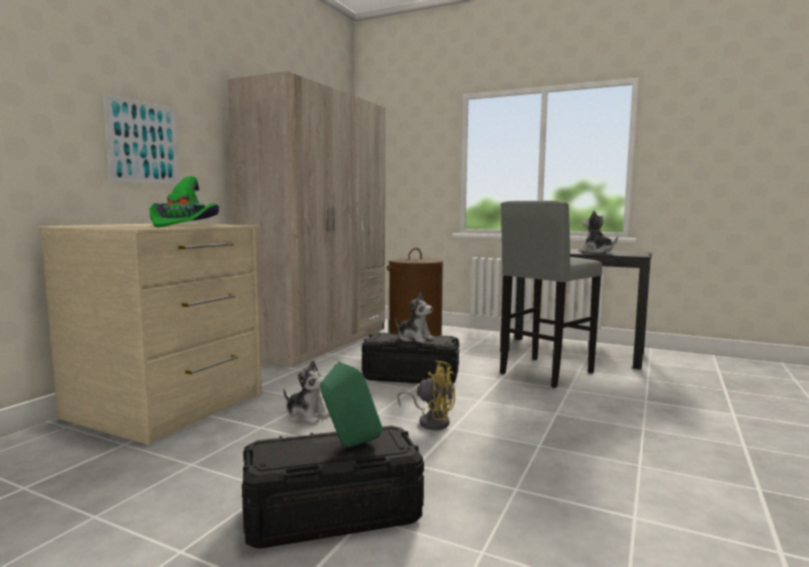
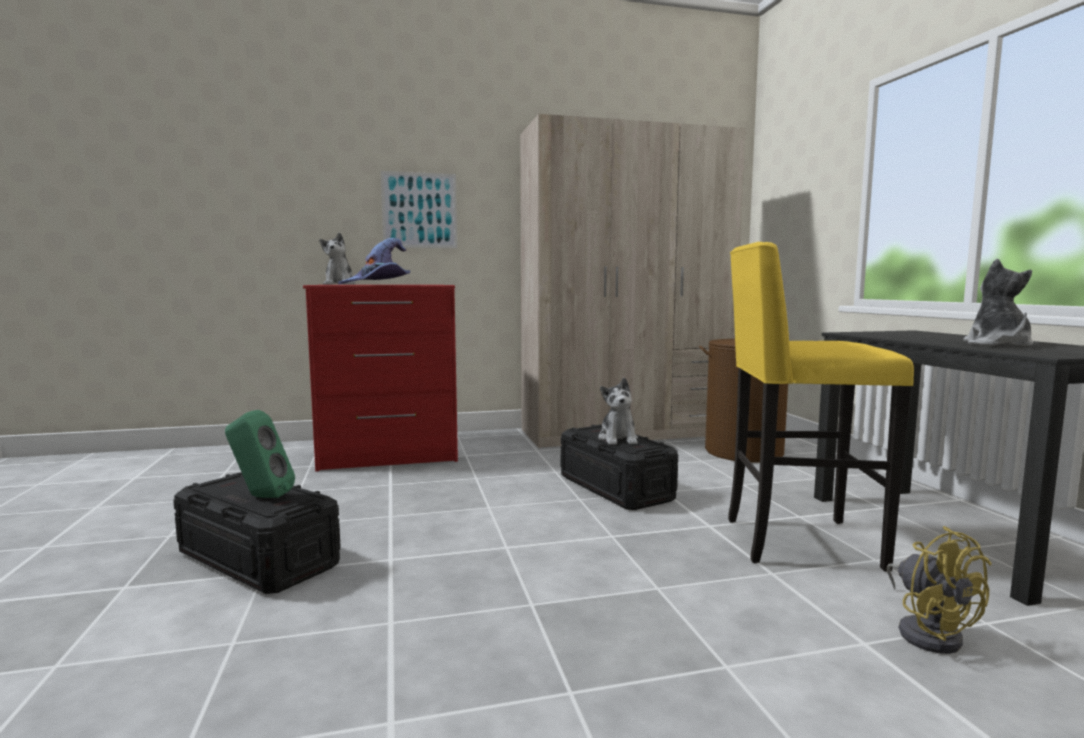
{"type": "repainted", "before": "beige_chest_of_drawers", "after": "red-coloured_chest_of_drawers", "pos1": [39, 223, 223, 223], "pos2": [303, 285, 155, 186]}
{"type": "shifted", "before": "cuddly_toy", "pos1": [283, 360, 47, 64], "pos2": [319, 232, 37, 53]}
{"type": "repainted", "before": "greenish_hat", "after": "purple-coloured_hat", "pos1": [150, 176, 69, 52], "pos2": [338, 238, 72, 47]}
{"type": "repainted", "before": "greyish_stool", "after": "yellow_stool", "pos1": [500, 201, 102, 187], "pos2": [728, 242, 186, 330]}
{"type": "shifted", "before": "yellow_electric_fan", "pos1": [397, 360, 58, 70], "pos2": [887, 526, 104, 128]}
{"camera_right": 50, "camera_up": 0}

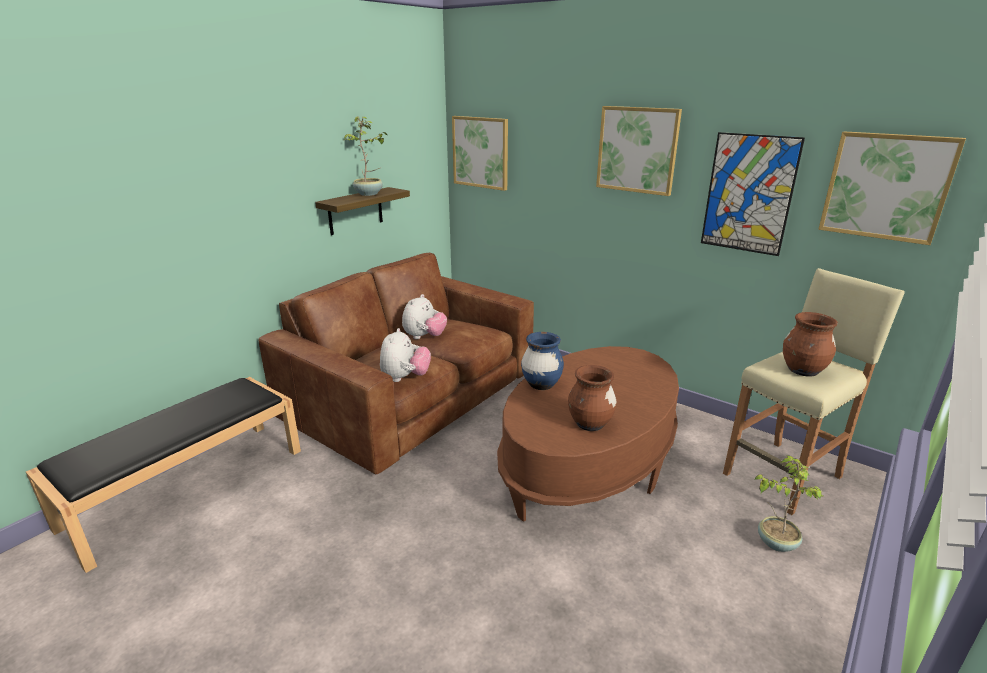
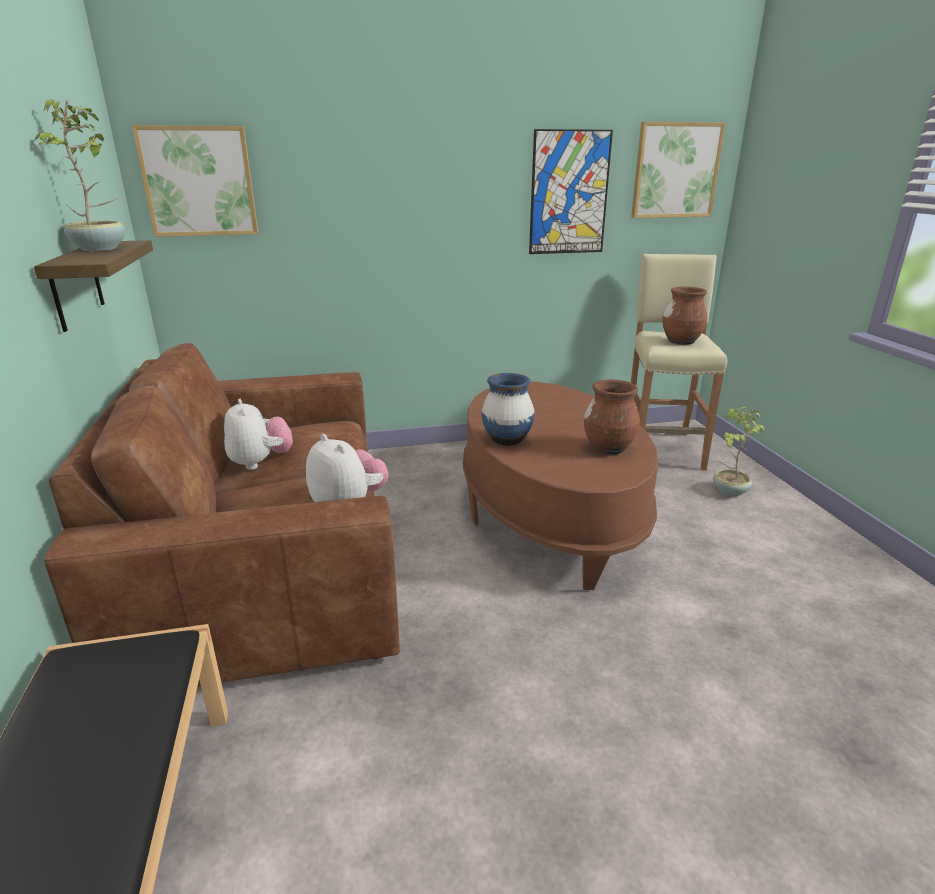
{"type": "gone", "before": "wall_art", "pos1": [596, 106, 86, 90]}
{"camera_right": -50, "camera_up": 0}

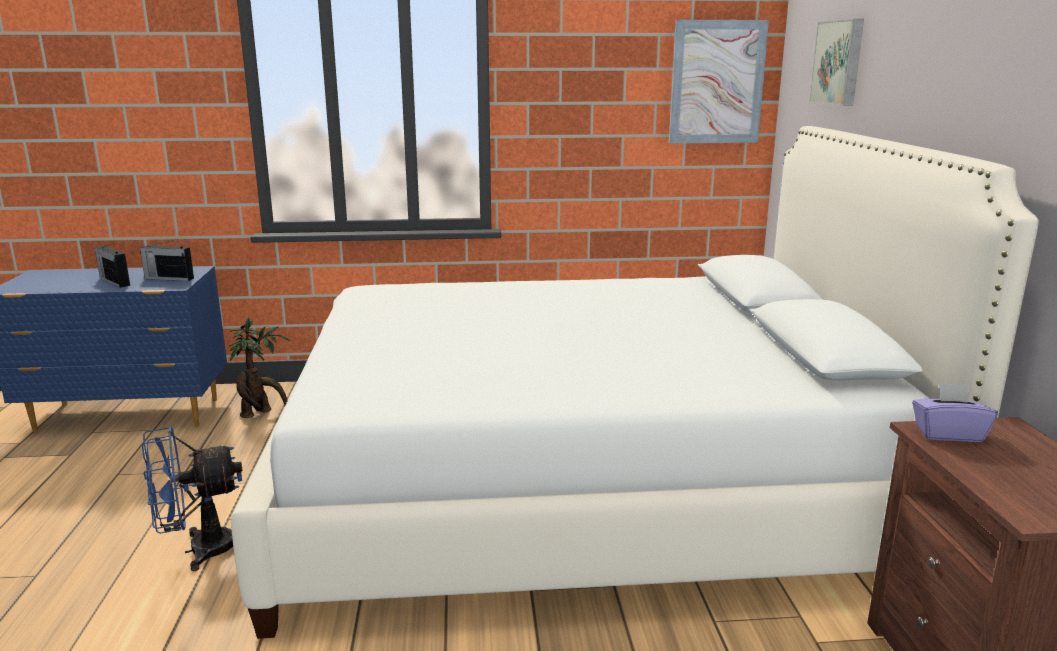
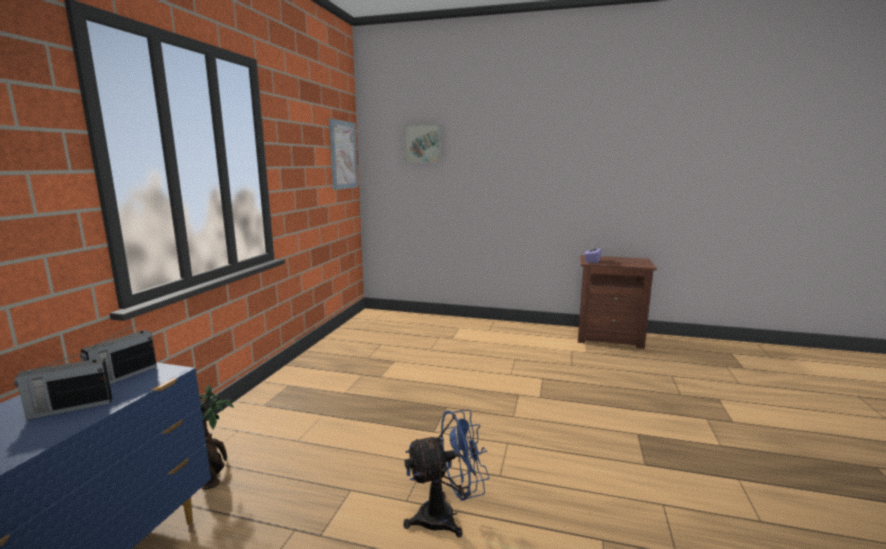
{"type": "rotated", "before": "bluish_electric_fan", "pos1": [142, 427, 101, 144], "pos2": [403, 409, 87, 129], "turn": -105}
{"type": "gone", "before": "white_bedroom_bed", "pos1": [231, 126, 808, 513]}
{"camera_right": -70, "camera_up": -5}

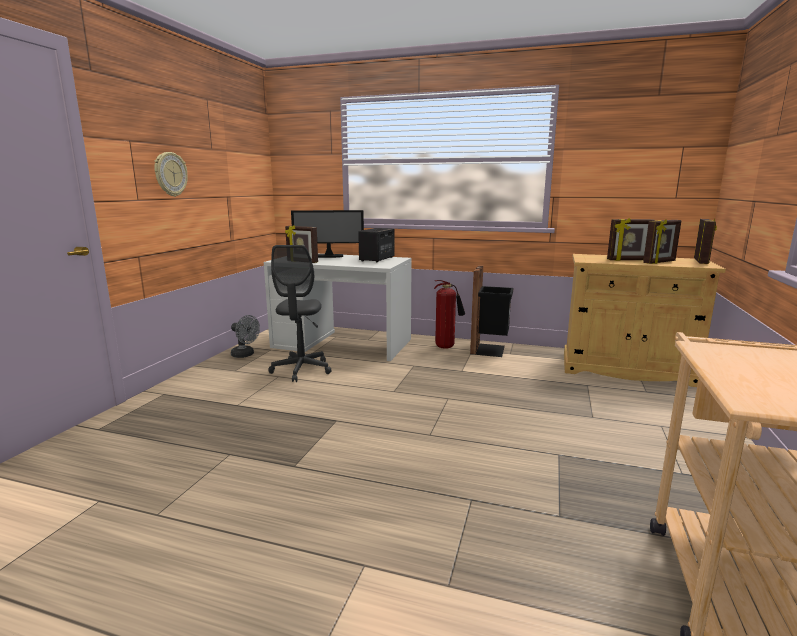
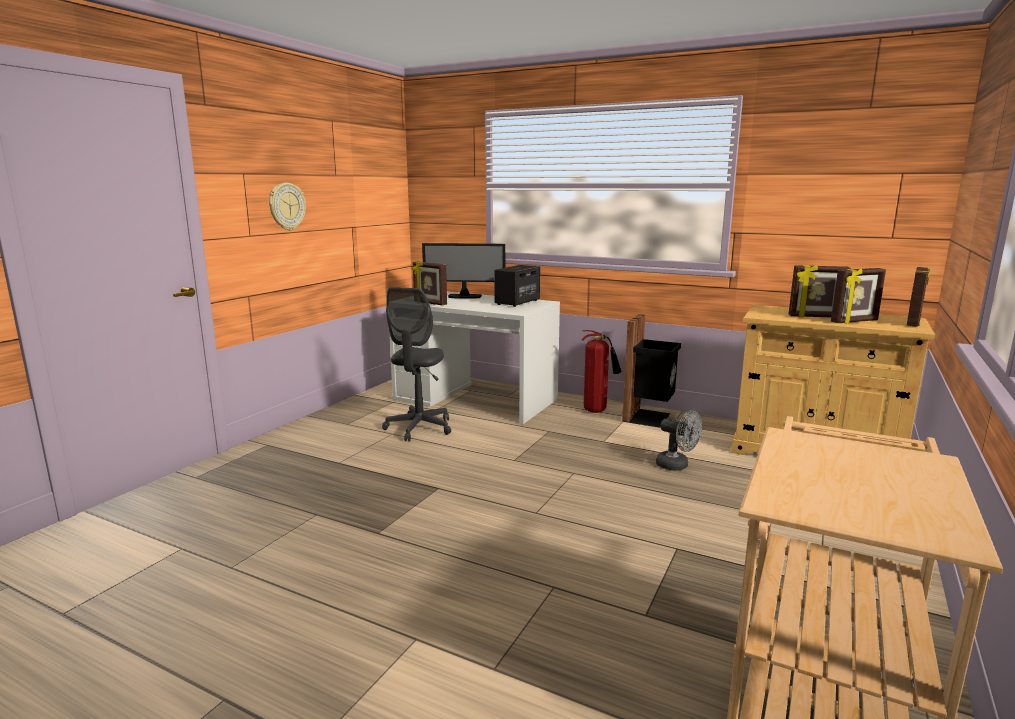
{"type": "shifted", "before": "greyish_electric_fan", "pos1": [231, 315, 29, 43], "pos2": [656, 411, 46, 60]}
{"camera_right": 10, "camera_up": 0}

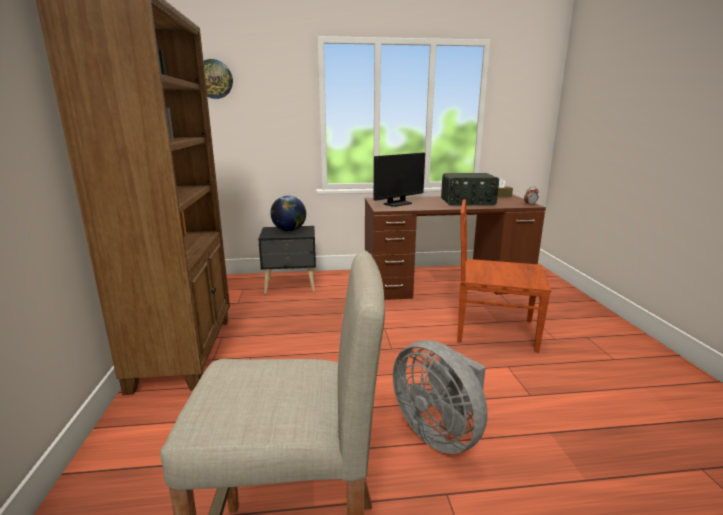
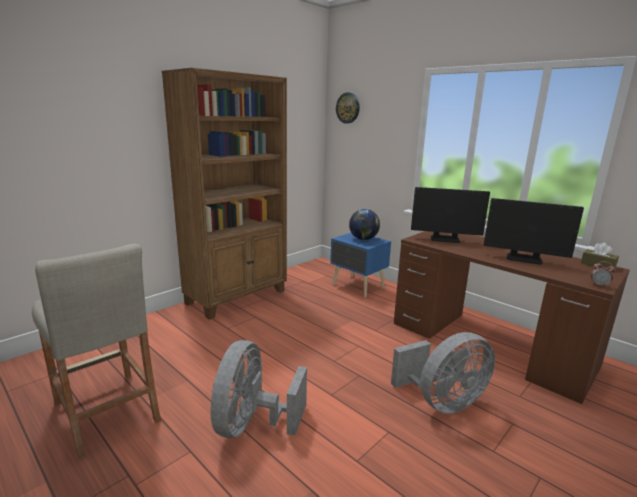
{"type": "repainted", "before": "blackish_night_table", "after": "bluish_night_table", "pos1": [258, 226, 58, 68], "pos2": [330, 233, 61, 65]}
{"type": "swapped", "before": "brown-coloured_plain_chair", "after": "greyish_electric_fan", "pos1": [457, 199, 95, 153], "pos2": [391, 332, 104, 82]}
{"type": "swapped", "before": "radio_set", "after": "computer_display", "pos1": [441, 173, 58, 33], "pos2": [484, 198, 100, 67]}
{"camera_right": 50, "camera_up": 0}

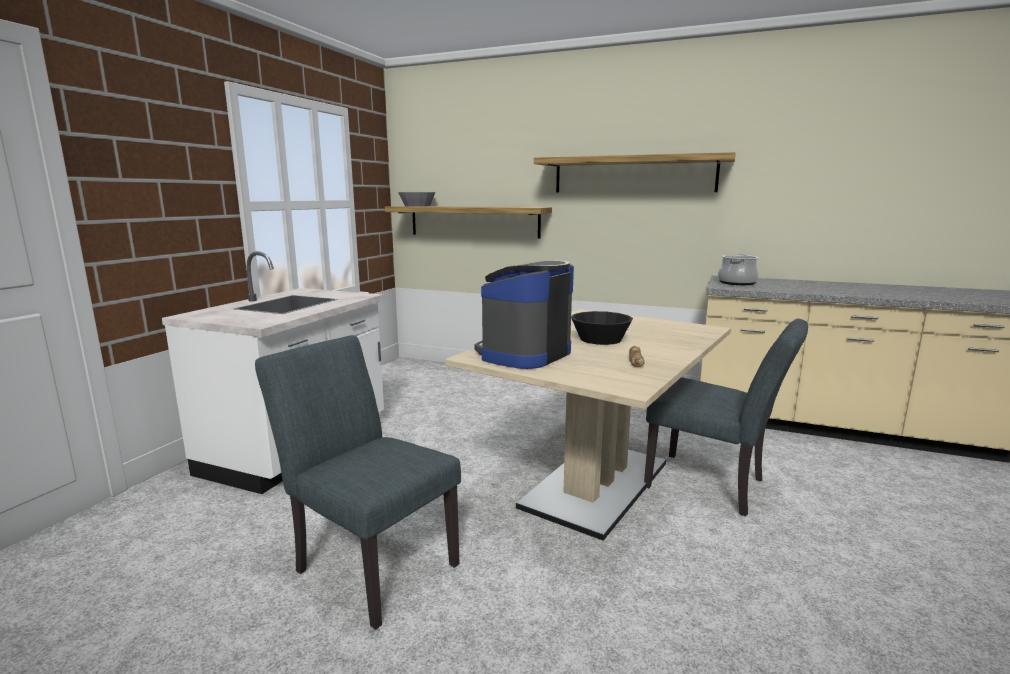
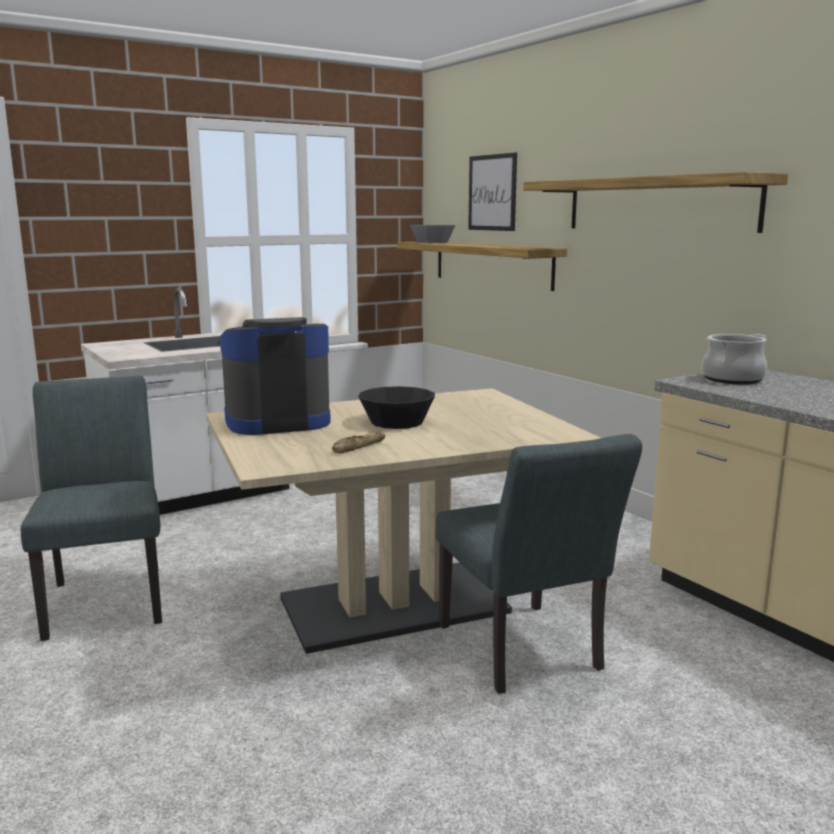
{"type": "new", "after": "wall_art", "pos2": [468, 153, 49, 78]}
{"camera_right": 35, "camera_up": 0}

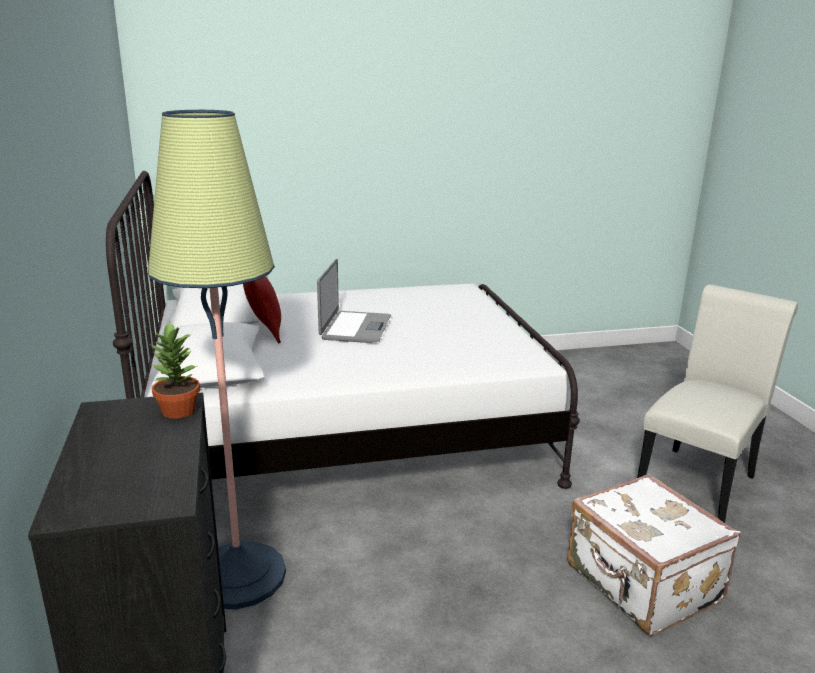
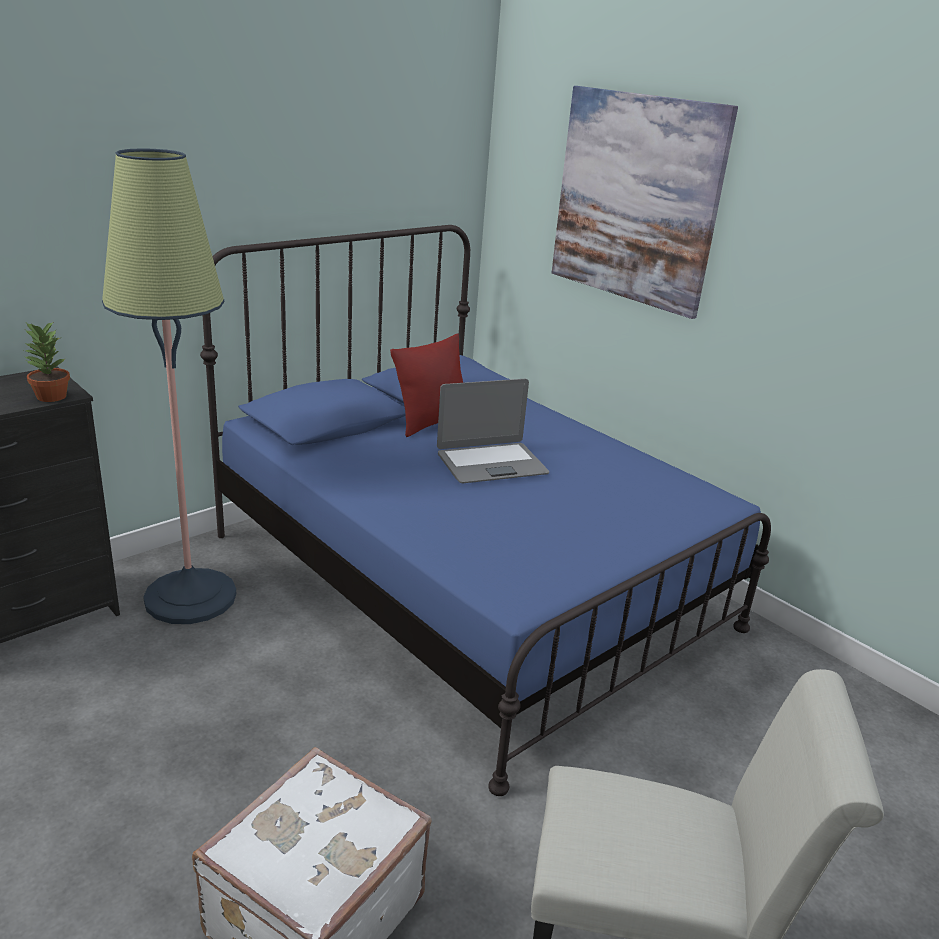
{"type": "repainted", "before": "white_bedroom_bed", "after": "bluish_bedroom_bed", "pos1": [106, 171, 474, 318], "pos2": [200, 225, 571, 571]}
{"type": "new", "after": "wall_art", "pos2": [552, 86, 186, 233]}
{"camera_right": 60, "camera_up": 5}

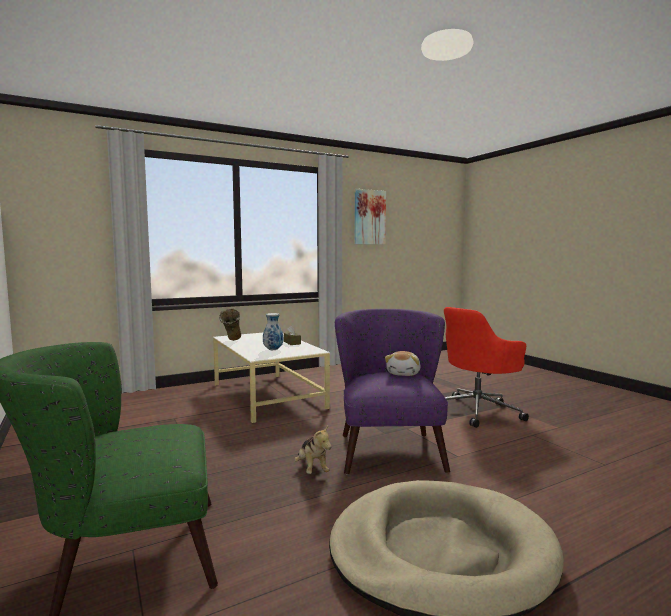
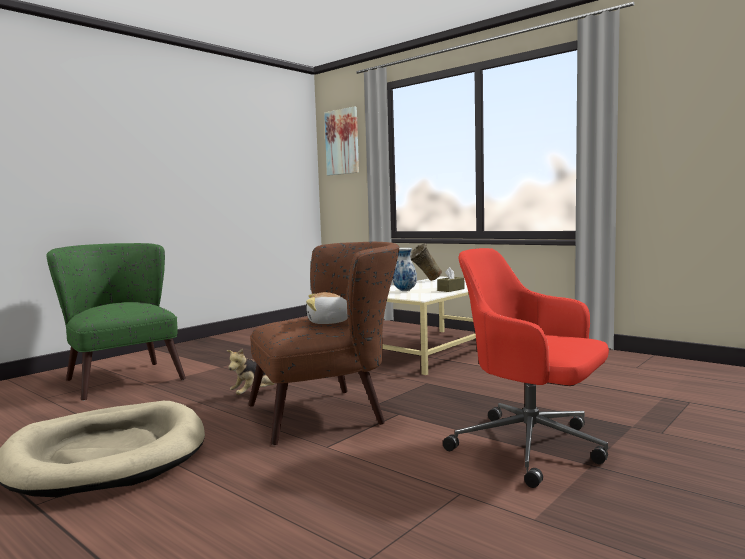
{"type": "repainted", "before": "purple-coloured_lounge_chair", "after": "brown-coloured_lounge_chair", "pos1": [335, 309, 115, 165], "pos2": [248, 242, 152, 203]}
{"type": "shifted", "before": "wall_art", "pos1": [354, 189, 32, 56], "pos2": [324, 106, 35, 69]}
{"camera_right": 70, "camera_up": 0}

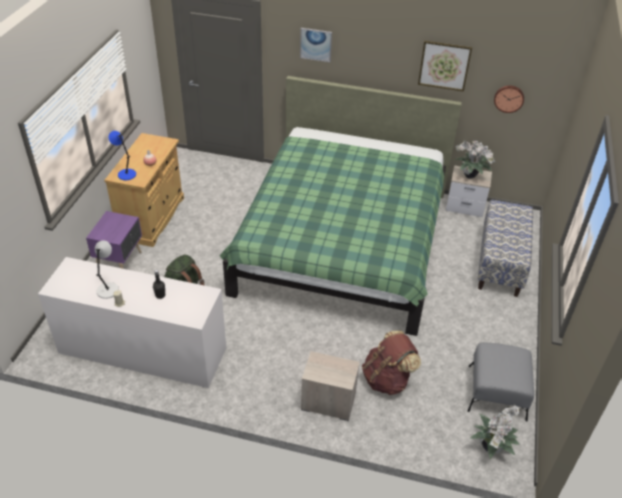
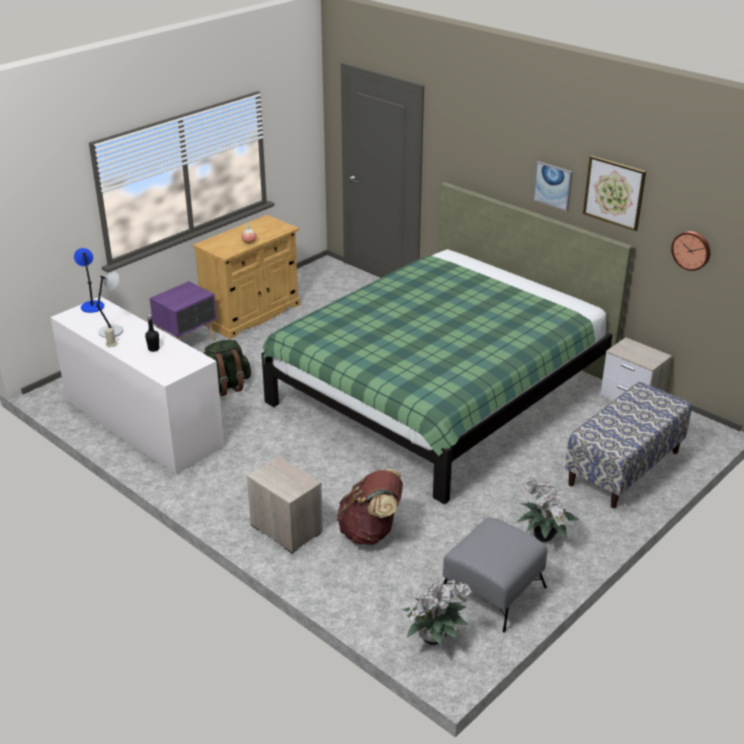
{"type": "shifted", "before": "bluish_tabletop_lamp", "pos1": [109, 131, 27, 49], "pos2": [74, 248, 30, 65]}
{"type": "shifted", "before": "potted_plant", "pos1": [453, 140, 42, 39], "pos2": [516, 477, 64, 65]}
{"type": "shifted", "before": "wall_art", "pos1": [300, 28, 32, 34], "pos2": [533, 161, 40, 50]}
{"camera_right": 30, "camera_up": -10}

